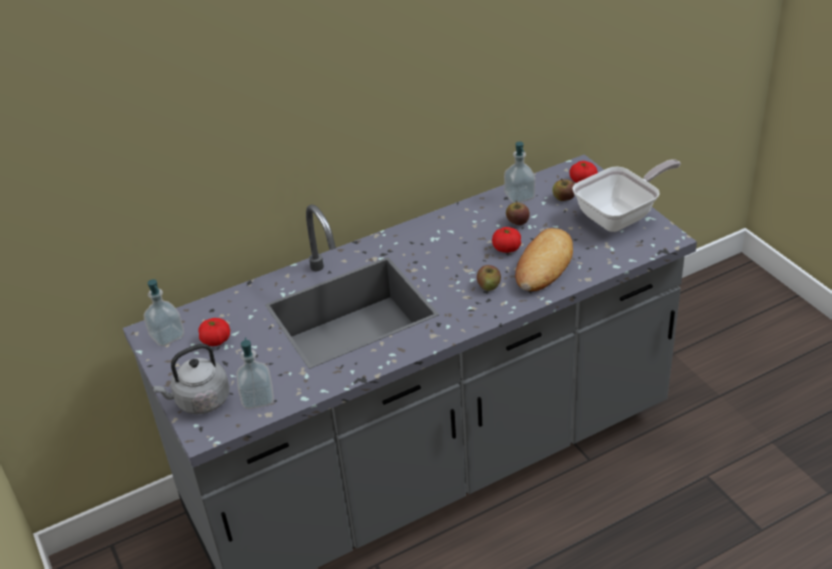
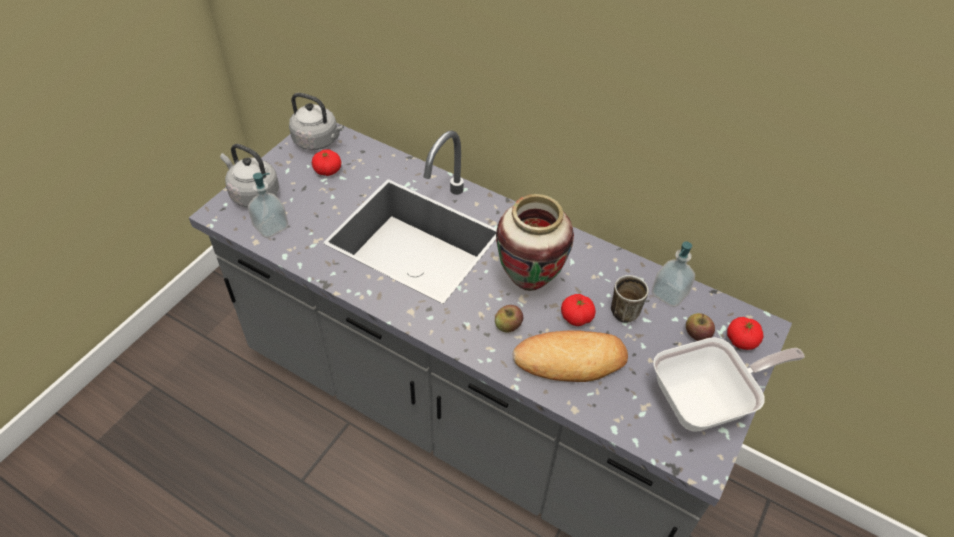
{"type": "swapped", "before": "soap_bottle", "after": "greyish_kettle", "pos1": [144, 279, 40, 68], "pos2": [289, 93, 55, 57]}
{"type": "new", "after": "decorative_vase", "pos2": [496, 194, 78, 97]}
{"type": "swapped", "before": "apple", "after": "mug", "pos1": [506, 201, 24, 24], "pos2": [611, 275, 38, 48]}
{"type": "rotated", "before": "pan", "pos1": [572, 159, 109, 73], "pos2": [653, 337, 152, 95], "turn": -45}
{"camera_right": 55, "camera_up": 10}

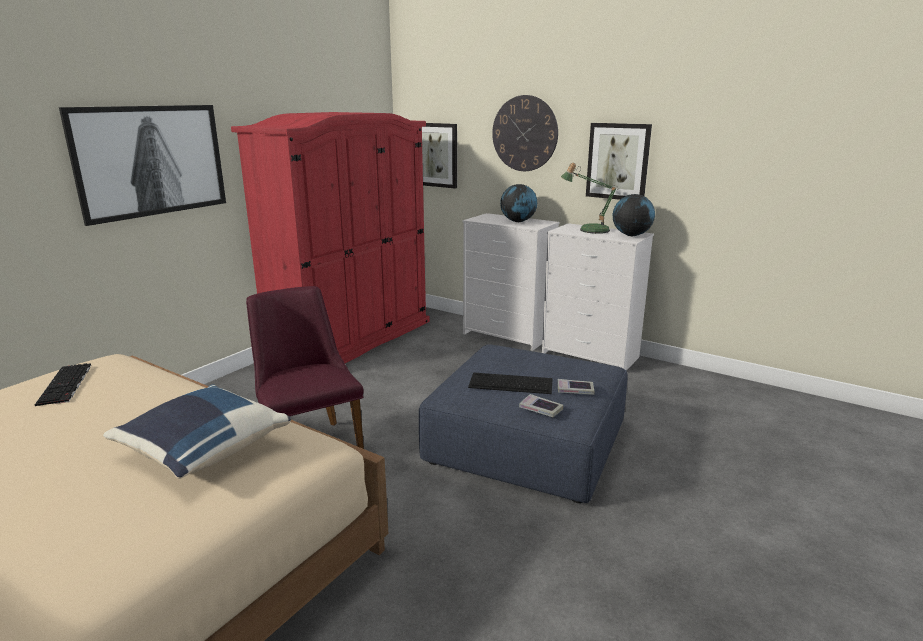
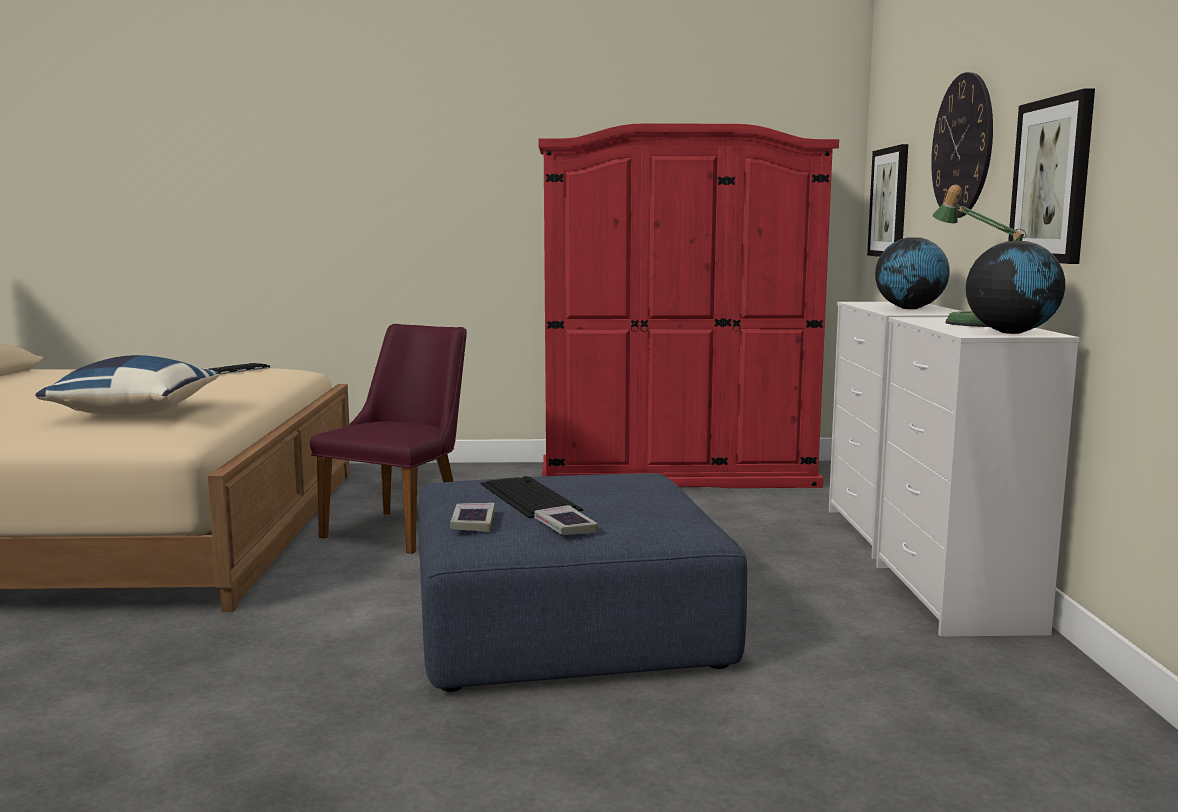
{"type": "gone", "before": "wall_art", "pos1": [59, 105, 167, 121]}
{"camera_right": 55, "camera_up": -10}

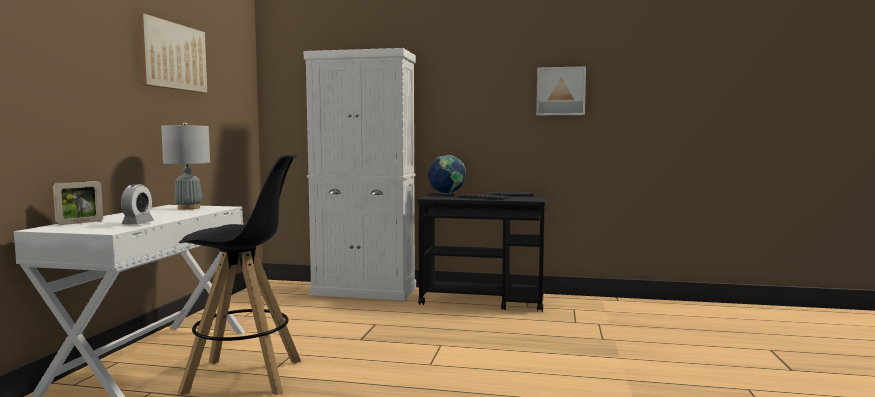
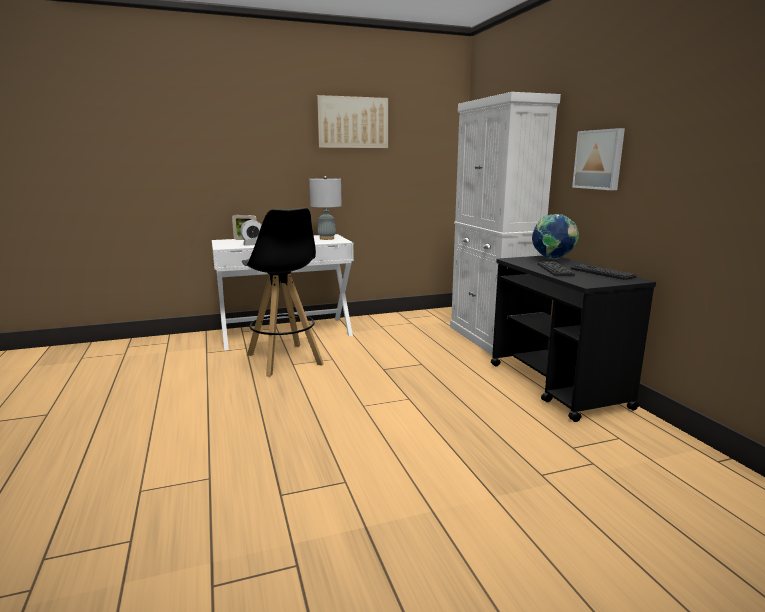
{"type": "shifted", "before": "wall_art", "pos1": [536, 66, 50, 49], "pos2": [572, 128, 53, 62]}
{"camera_right": 60, "camera_up": 10}

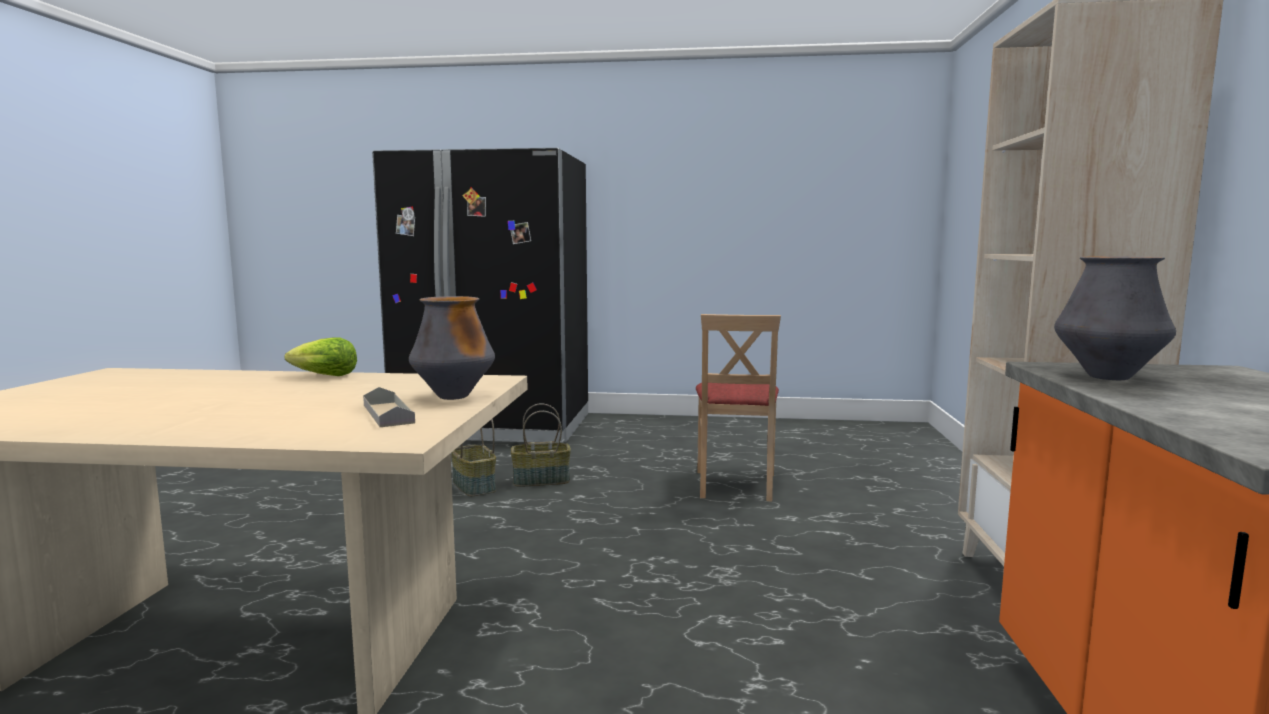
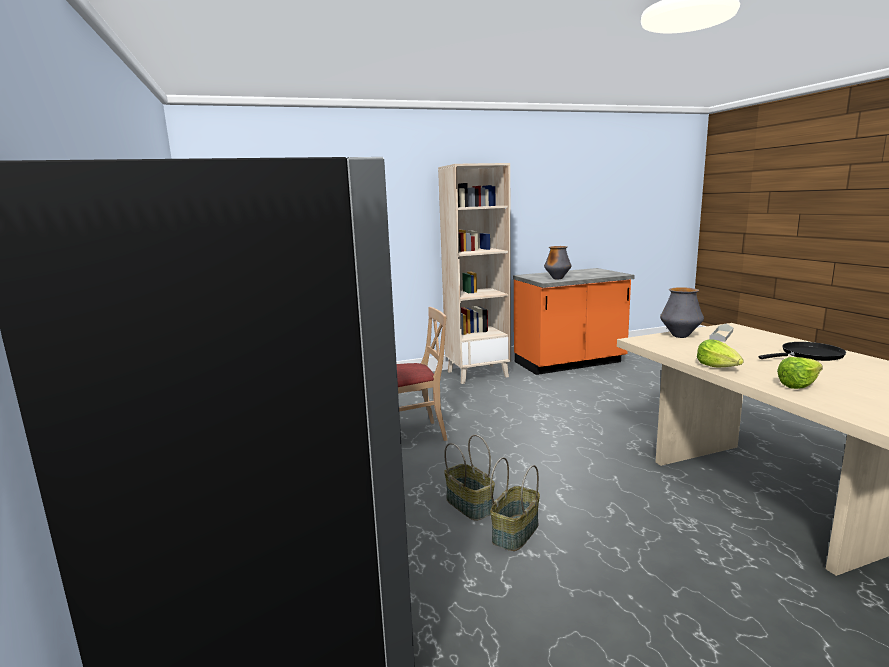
{"type": "new", "after": "blackish_pan", "pos2": [759, 342, 87, 19]}
{"type": "new", "after": "lettuce", "pos2": [777, 357, 46, 32]}
{"camera_right": -115, "camera_up": 5}

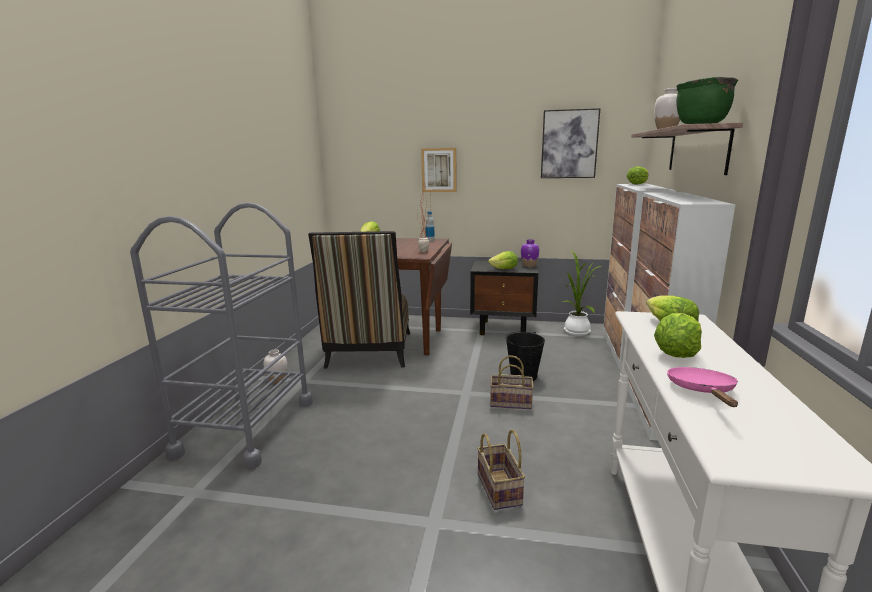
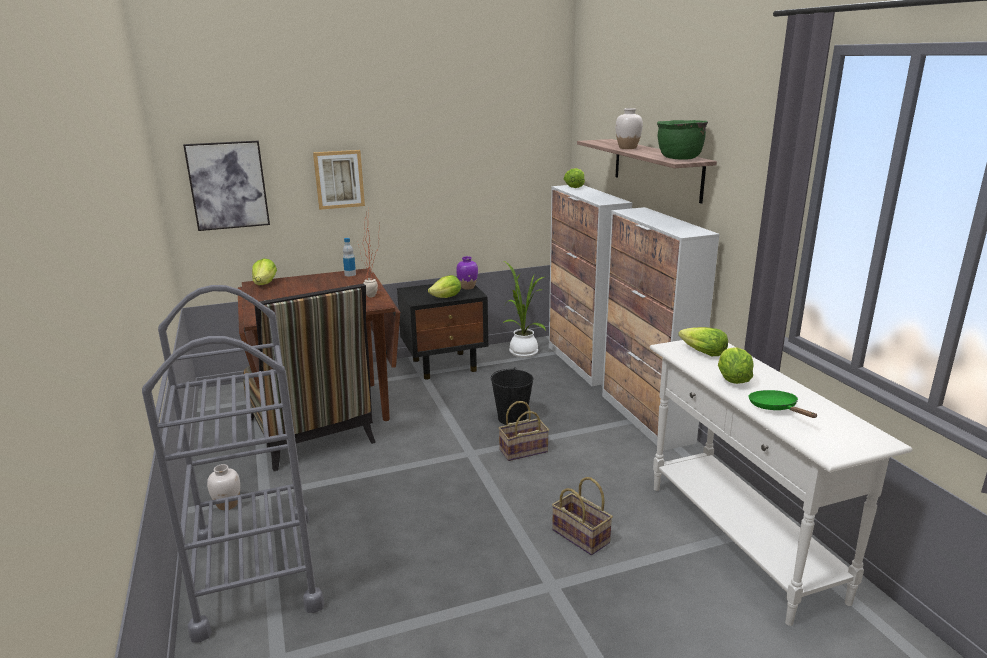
{"type": "shifted", "before": "wall_art", "pos1": [541, 108, 59, 70], "pos2": [183, 141, 87, 90]}
{"type": "repainted", "before": "pink-coloured_pan", "after": "greenish_pan", "pos1": [667, 367, 71, 40], "pos2": [749, 390, 68, 28]}
{"camera_right": -30, "camera_up": 5}

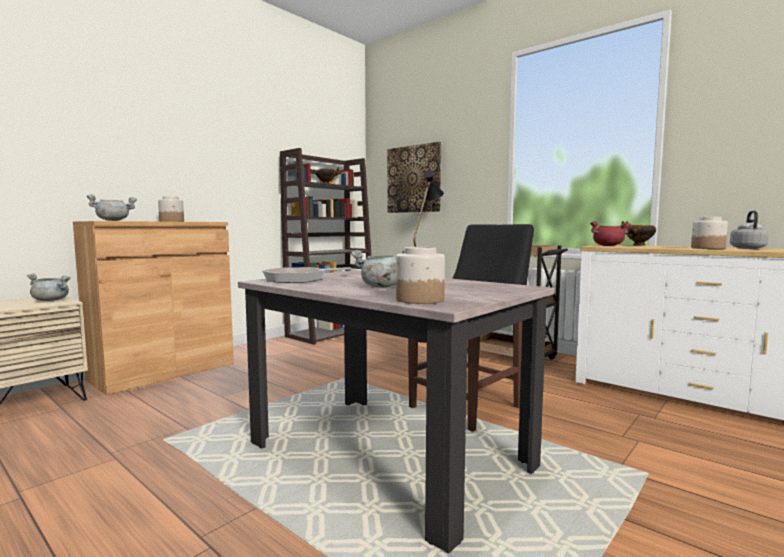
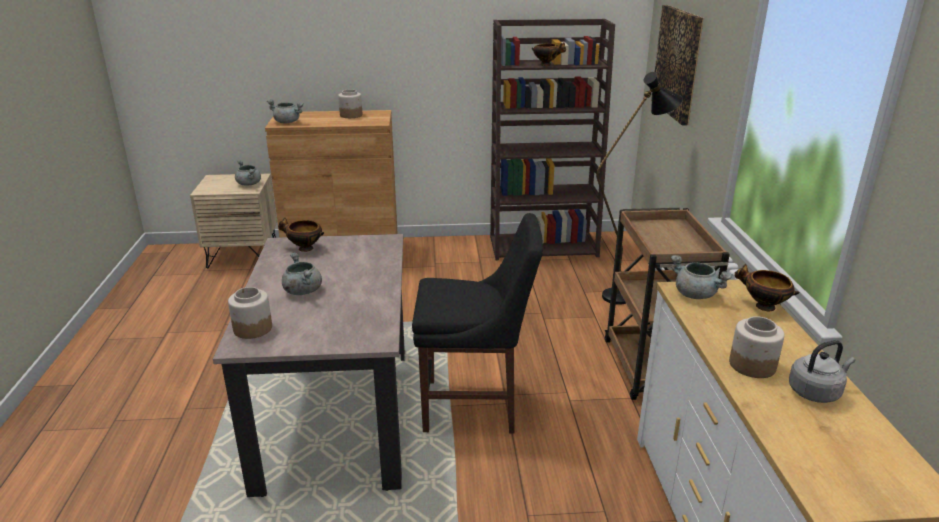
{"type": "swapped", "before": "pan", "after": "bowl", "pos1": [262, 267, 89, 16], "pos2": [278, 218, 46, 34]}
{"type": "repainted", "before": "red-coloured_saucepot", "after": "greyish_saucepot", "pos1": [590, 221, 41, 25], "pos2": [670, 255, 63, 44]}
{"camera_right": 45, "camera_up": 20}

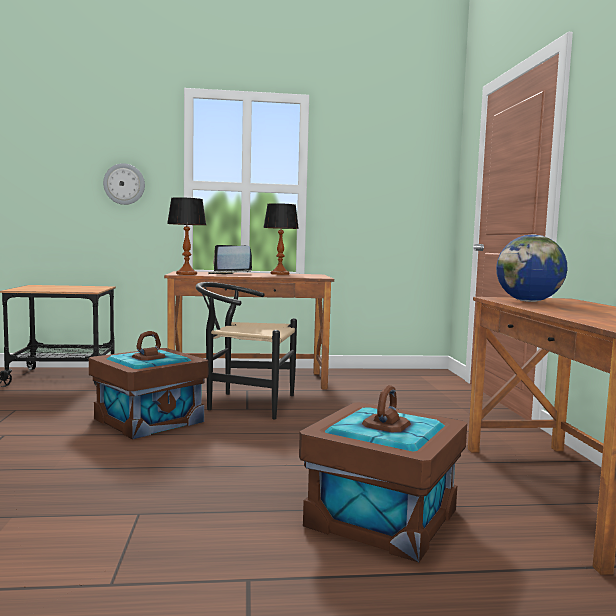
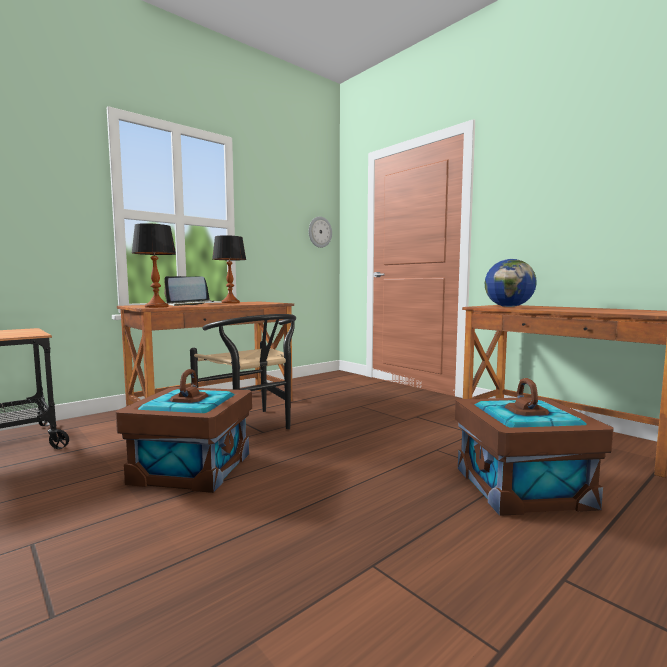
{"type": "rotated", "before": "blackish_plain_chair", "pos1": [196, 282, 101, 137], "pos2": [190, 314, 106, 115], "turn": -105}
{"type": "shifted", "before": "clock_on_the_wall", "pos1": [103, 163, 42, 42], "pos2": [309, 216, 23, 32]}
{"camera_right": -35, "camera_up": 0}

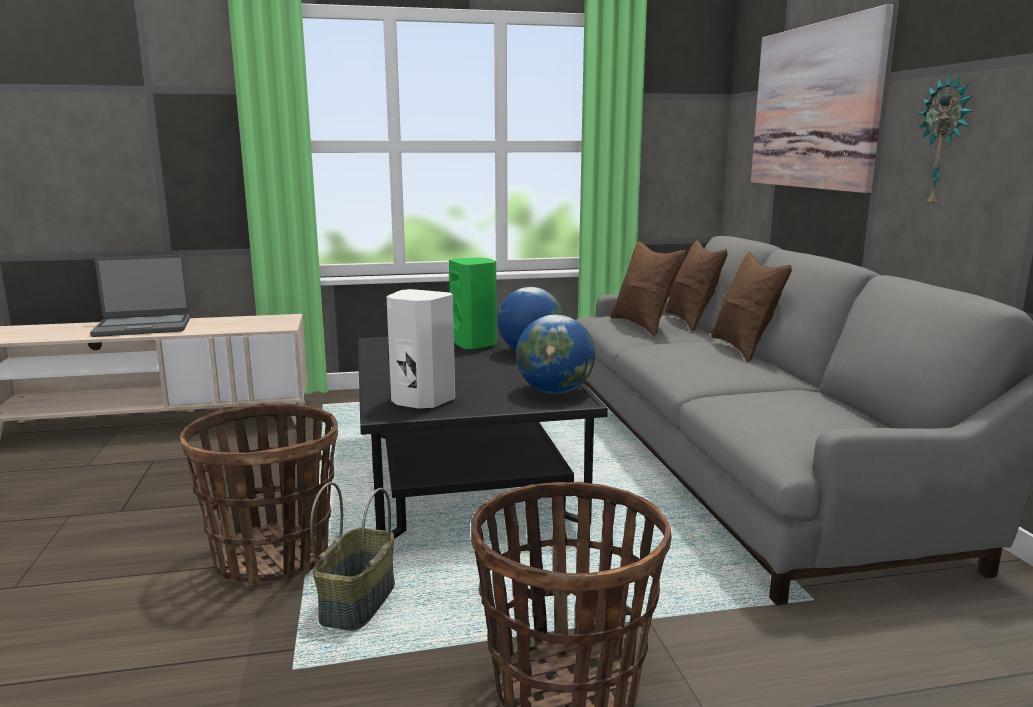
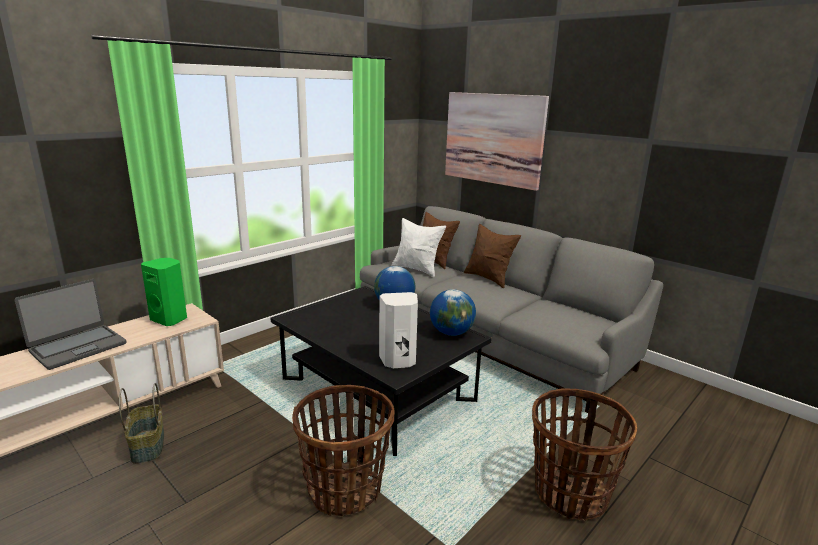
{"type": "shifted", "before": "storage_basket", "pos1": [310, 482, 85, 149], "pos2": [119, 383, 45, 81]}
{"type": "shifted", "before": "greenish_speaker", "pos1": [449, 258, 48, 92], "pos2": [141, 258, 46, 68]}
{"type": "repainted", "before": "brown-coloured_pillow", "after": "white_pillow", "pos1": [611, 241, 75, 95], "pos2": [392, 218, 54, 59]}
{"type": "gone", "before": "clock_on_the_wall", "pos1": [919, 73, 54, 135]}
{"camera_right": -35, "camera_up": 5}

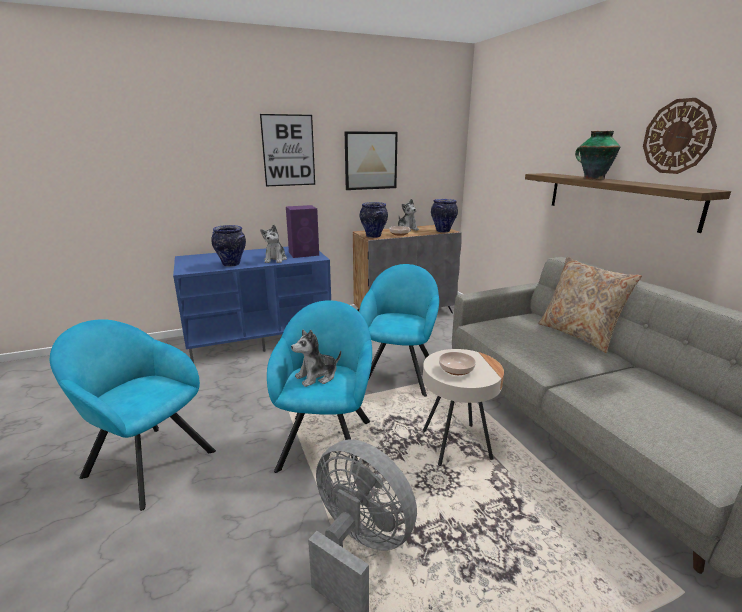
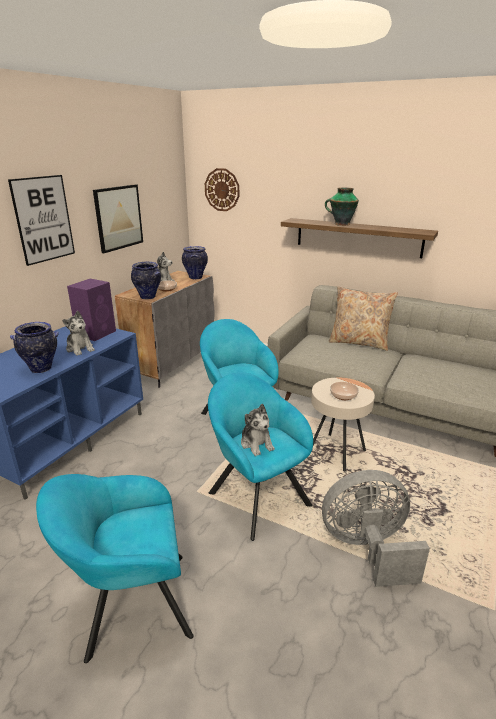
{"type": "shifted", "before": "clock_on_the_wall", "pos1": [643, 98, 74, 76], "pos2": [205, 168, 34, 43]}
{"type": "rotated", "before": "cuddly_toy", "pos1": [291, 329, 50, 58], "pos2": [241, 404, 34, 52], "turn": -45}
{"camera_right": -40, "camera_up": 5}

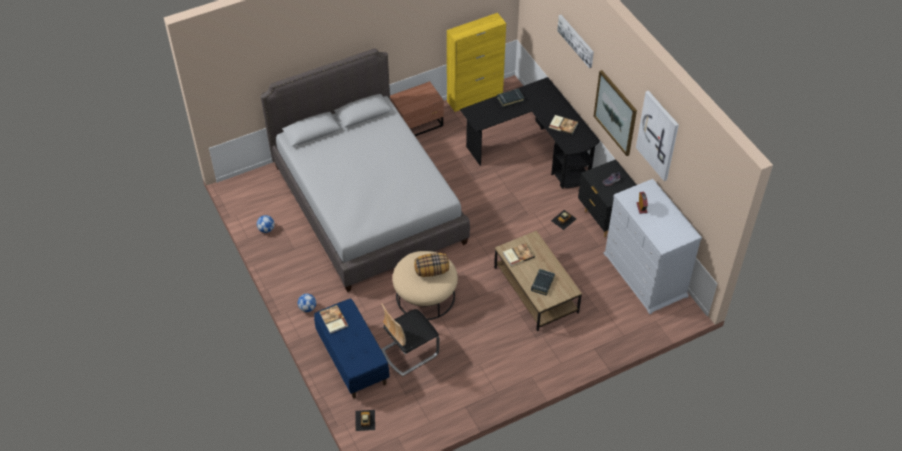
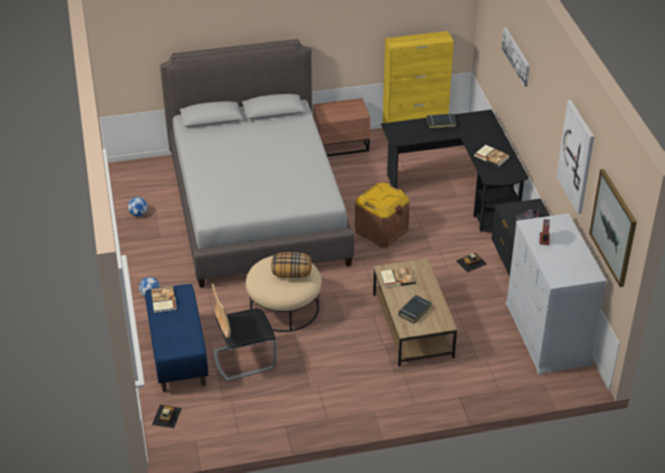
{"type": "new", "after": "brown-coloured_storage_box", "pos2": [355, 183, 55, 65]}
{"type": "shifted", "before": "wall_art", "pos1": [594, 70, 43, 86], "pos2": [589, 169, 48, 118]}
{"camera_right": 15, "camera_up": -10}

